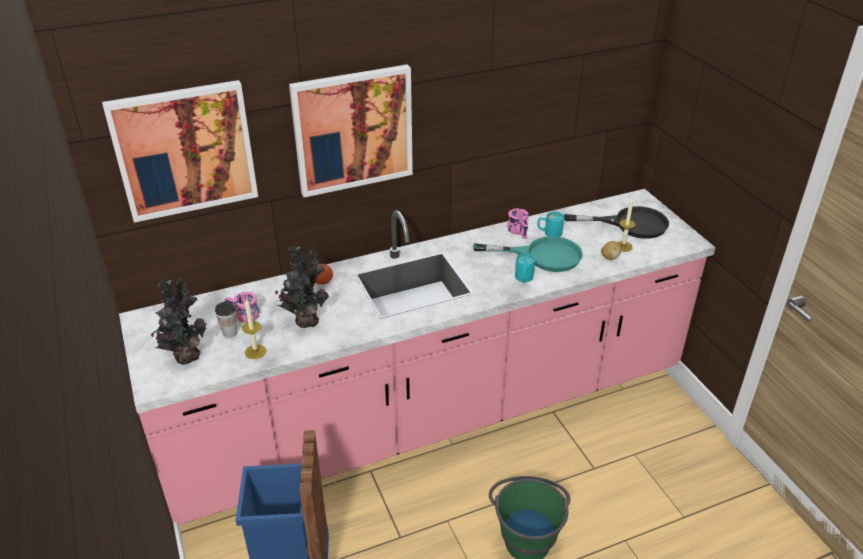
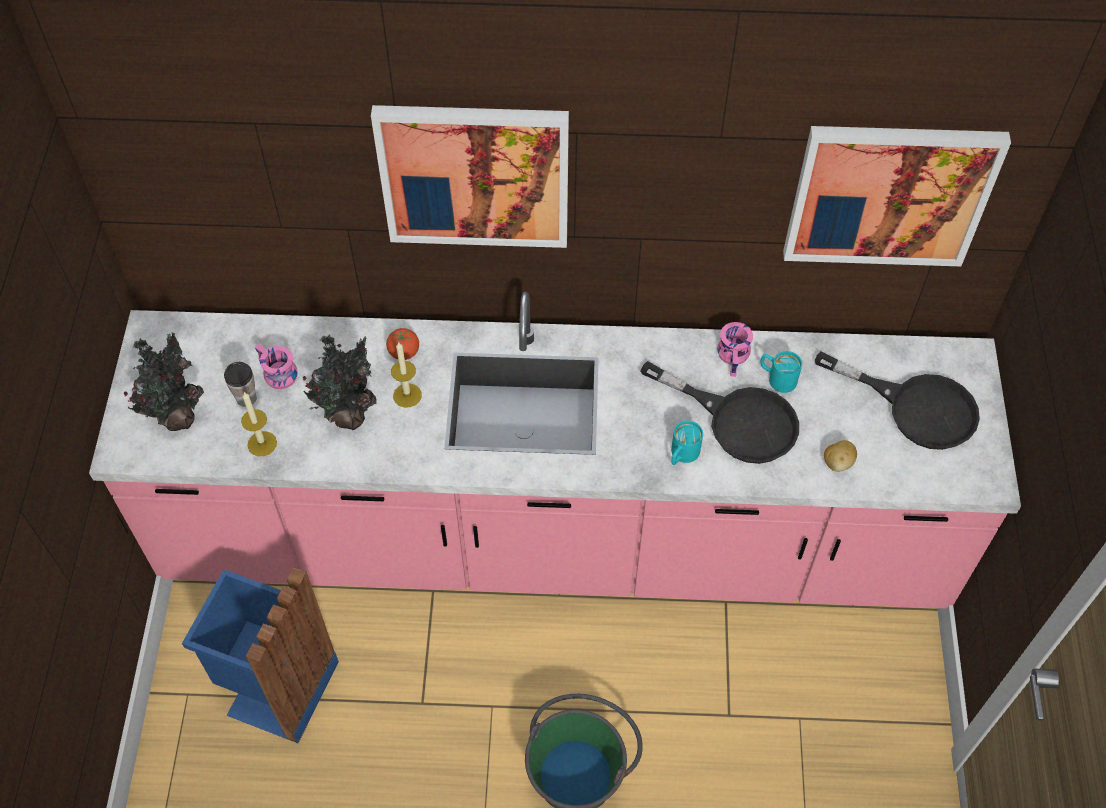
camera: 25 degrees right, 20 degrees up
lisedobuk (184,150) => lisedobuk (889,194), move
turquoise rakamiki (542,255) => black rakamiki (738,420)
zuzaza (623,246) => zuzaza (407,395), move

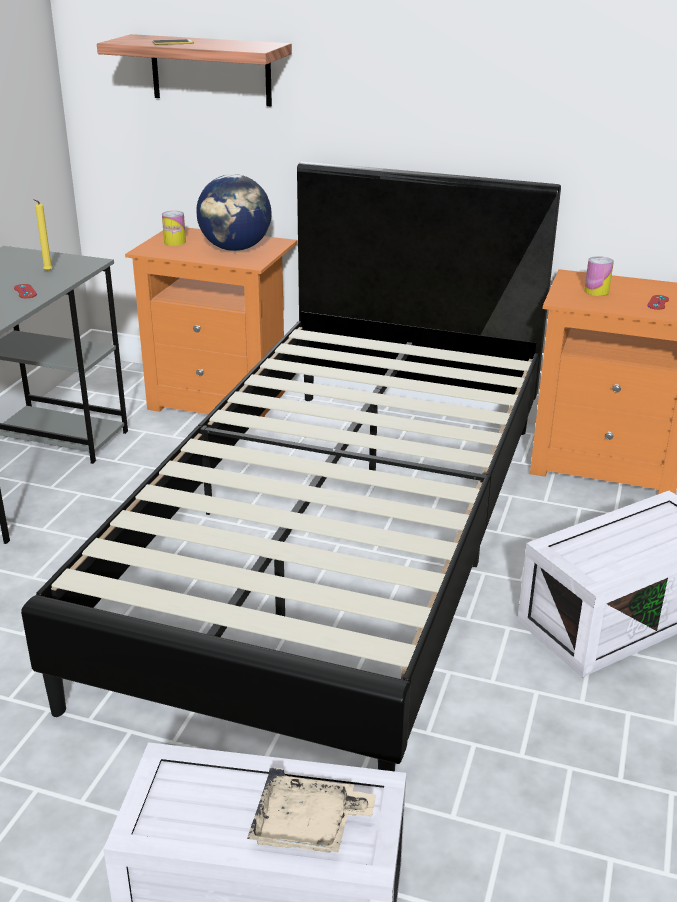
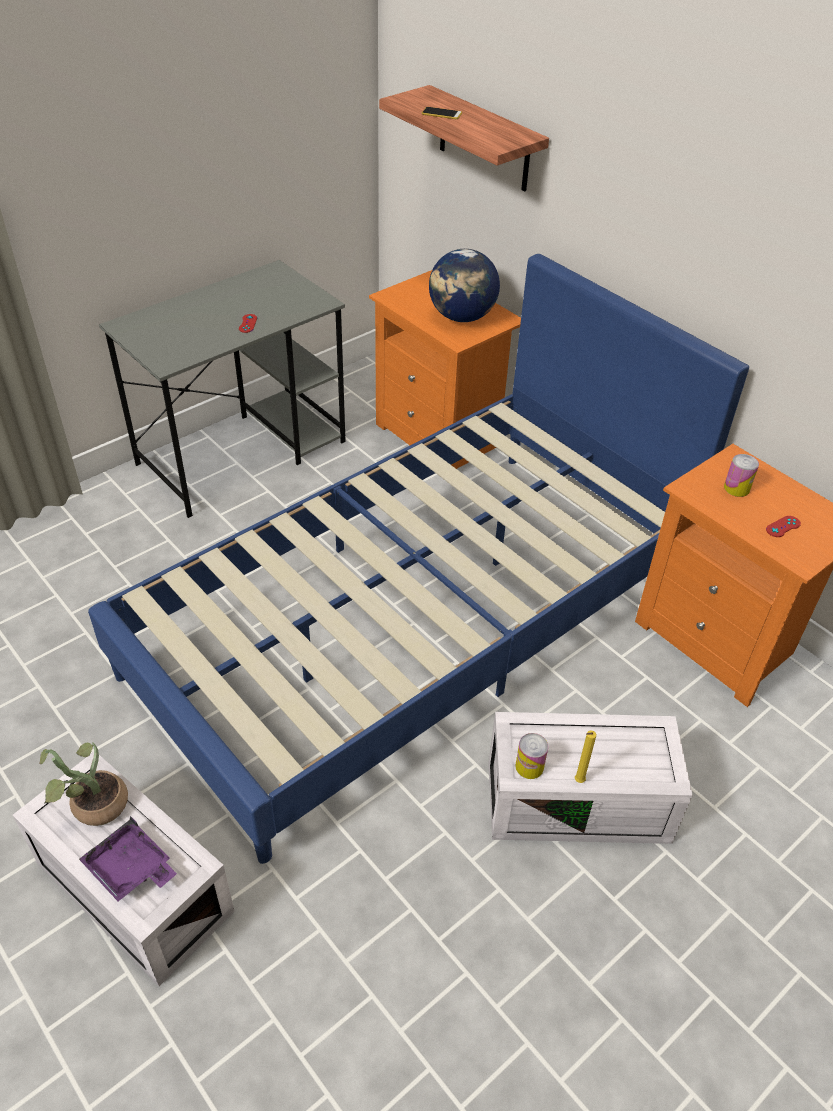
camera: 30 degrees right, 15 degrees up
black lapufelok (338,542) => blue lapufelok (415,621)
yellow zuzaza (47,272) => yellow zuzaza (578,781), move
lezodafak (175,242) => lezodafak (529,766), move
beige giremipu (308,826) => purple giremipu (130,869)
nothing => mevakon (93,806)

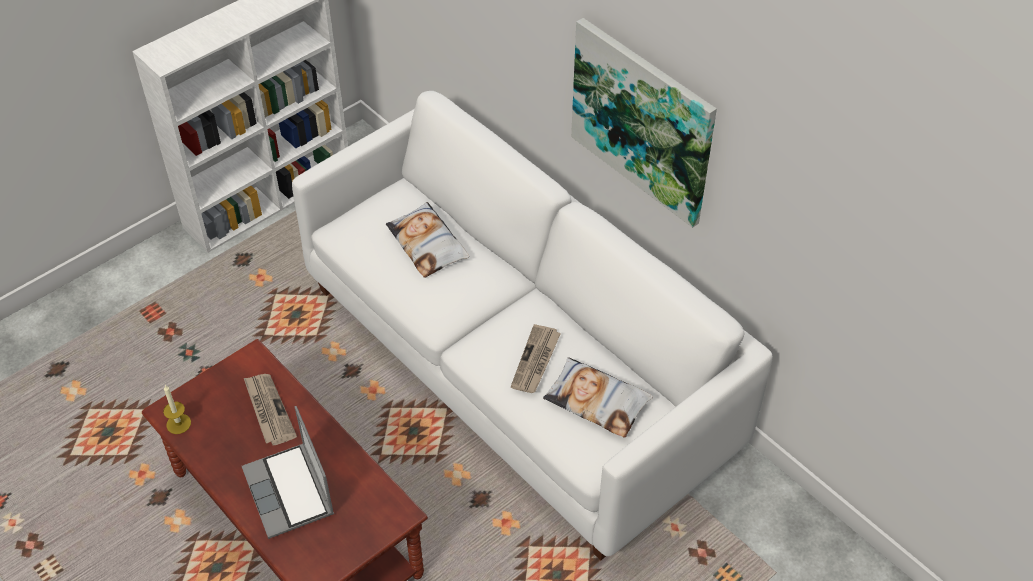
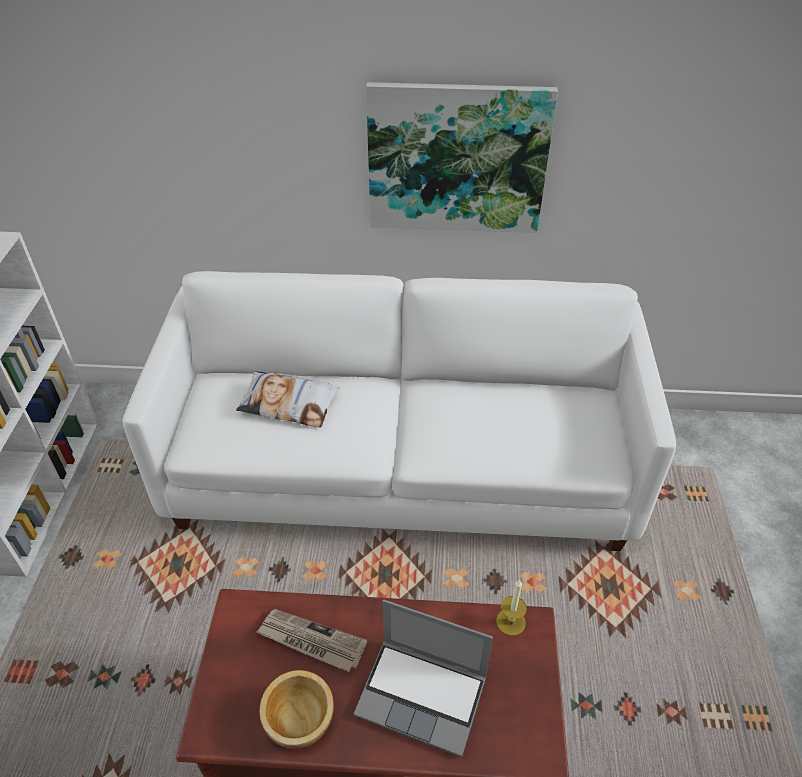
camera: 45 degrees left, 5 degrees down
zuzaza (178,424) => zuzaza (510,622), move
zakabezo (536,361) => nothing
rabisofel (597,401) => nothing
nothing => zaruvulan (300,720)

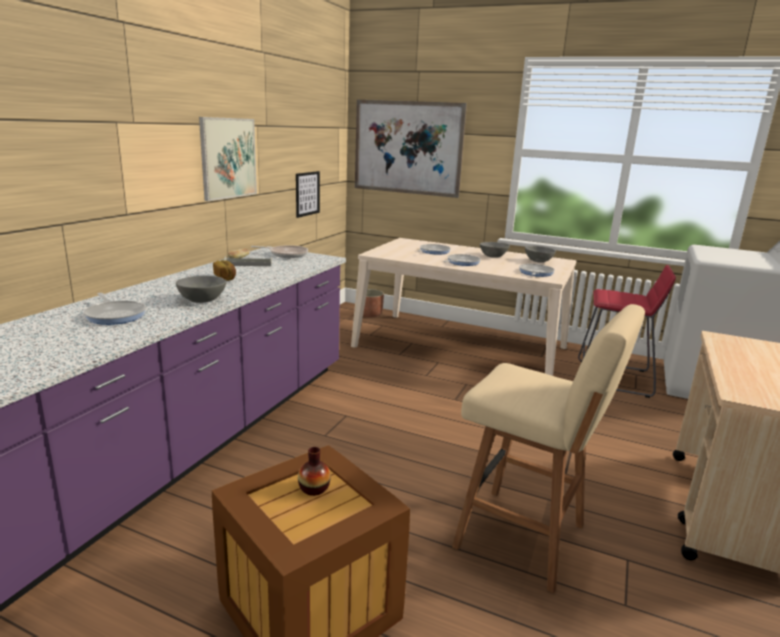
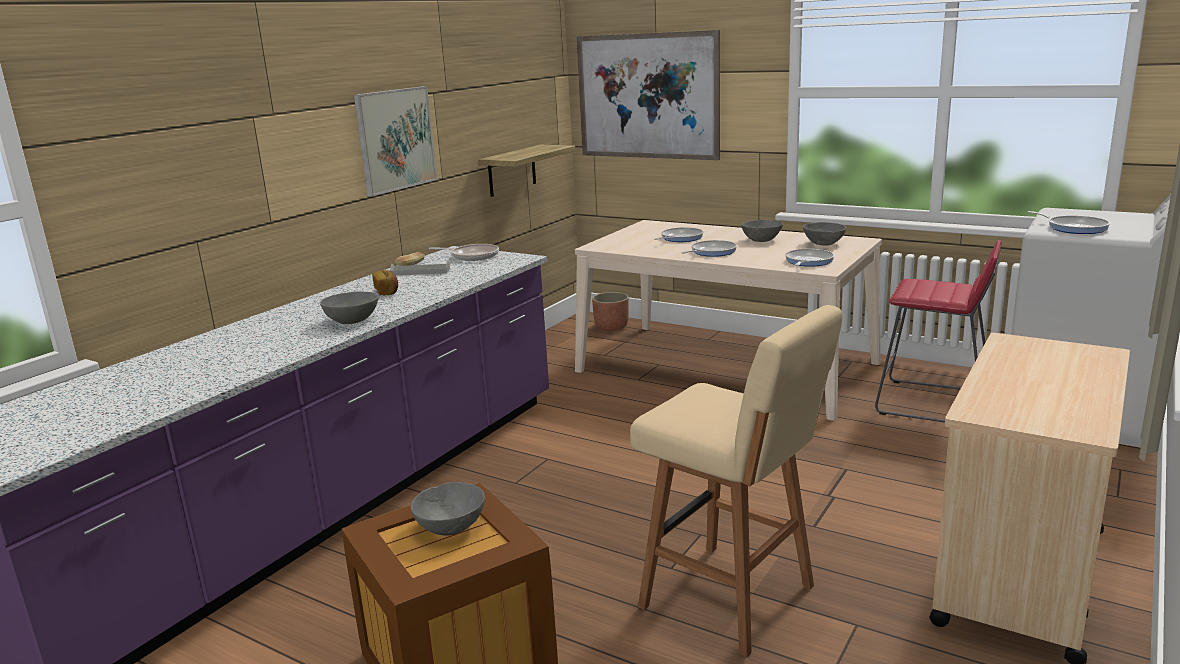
camera: 10 degrees right, 0 degrees up
rakamiki (115,315) => rakamiki (1074,228), move
lisedobuk (307,193) => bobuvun (512,170)
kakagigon (314,488) => grey zaruvulan (450,527)

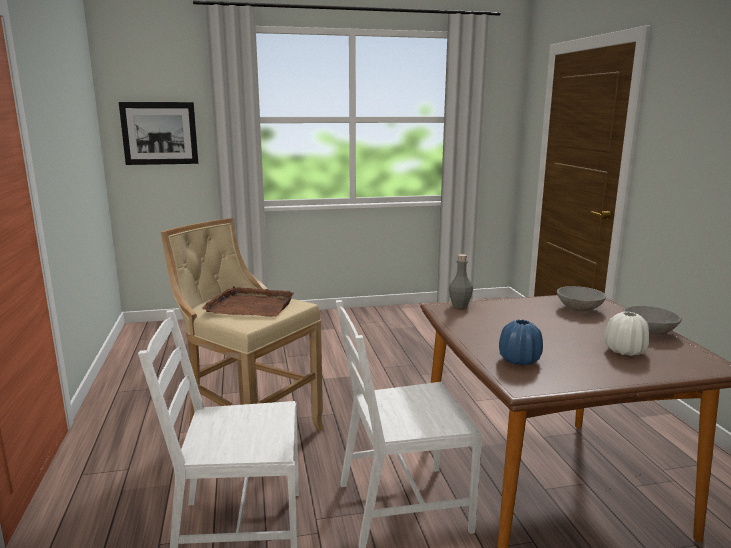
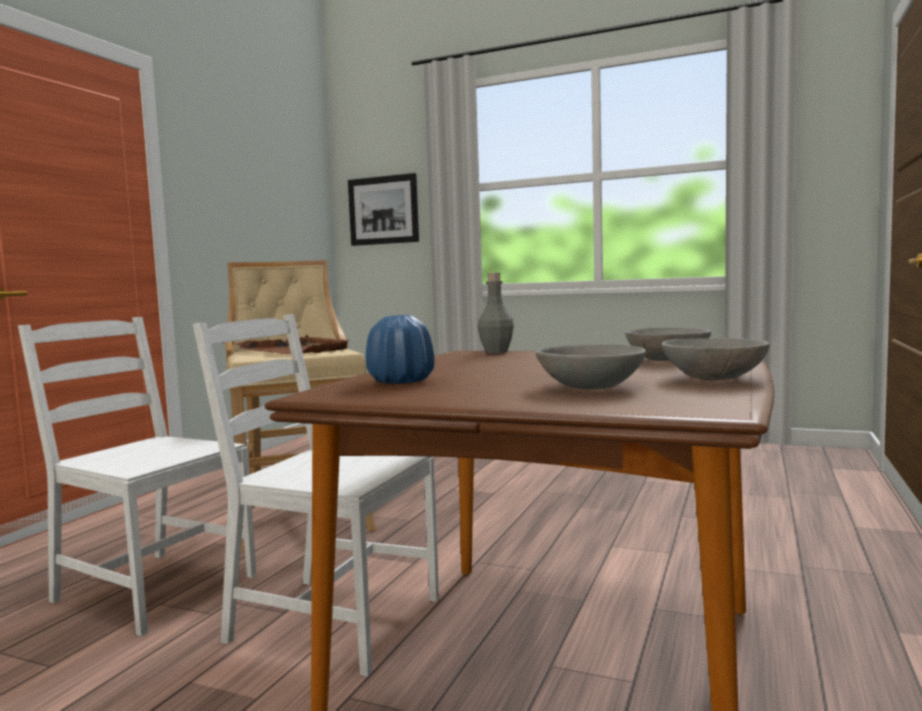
camera: 35 degrees right, 10 degrees down
white kakagigon (624,351) => grey zaruvulan (590,387)

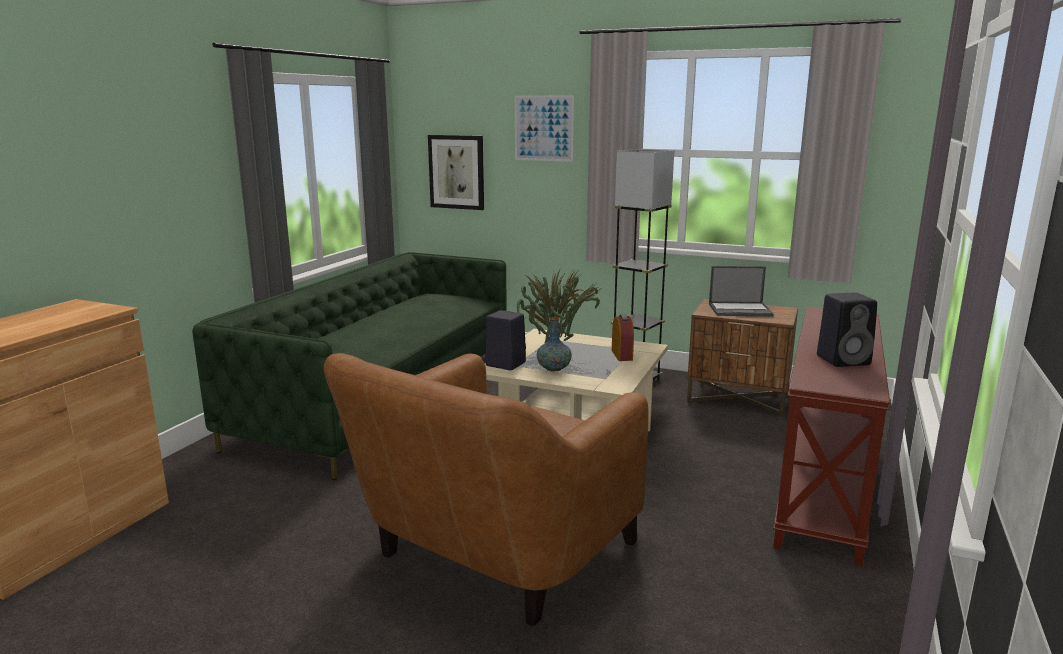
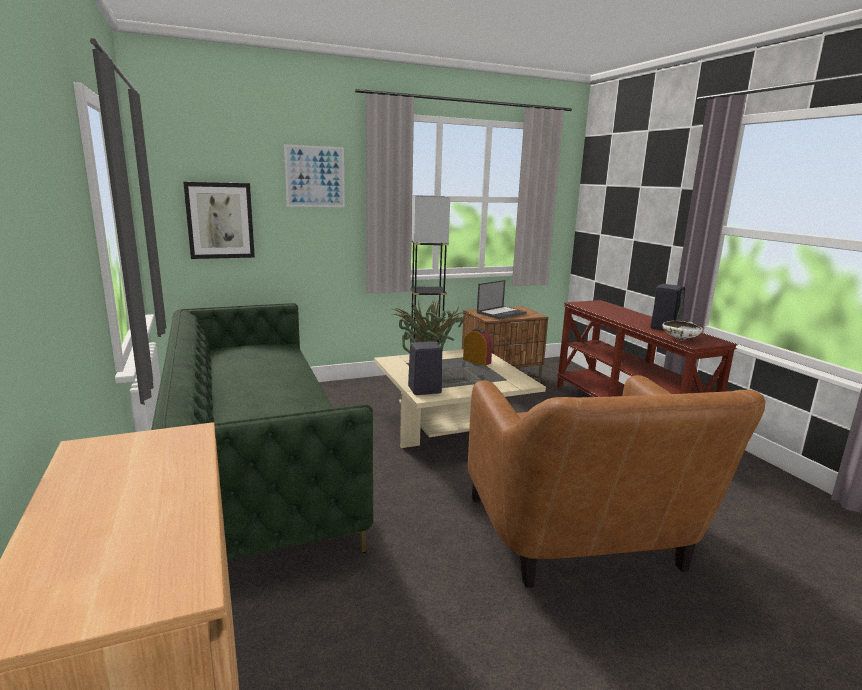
camera: 45 degrees left, 0 degrees up
kakagigon (553,369) => nothing
nothing => white zaruvulan (680,339)

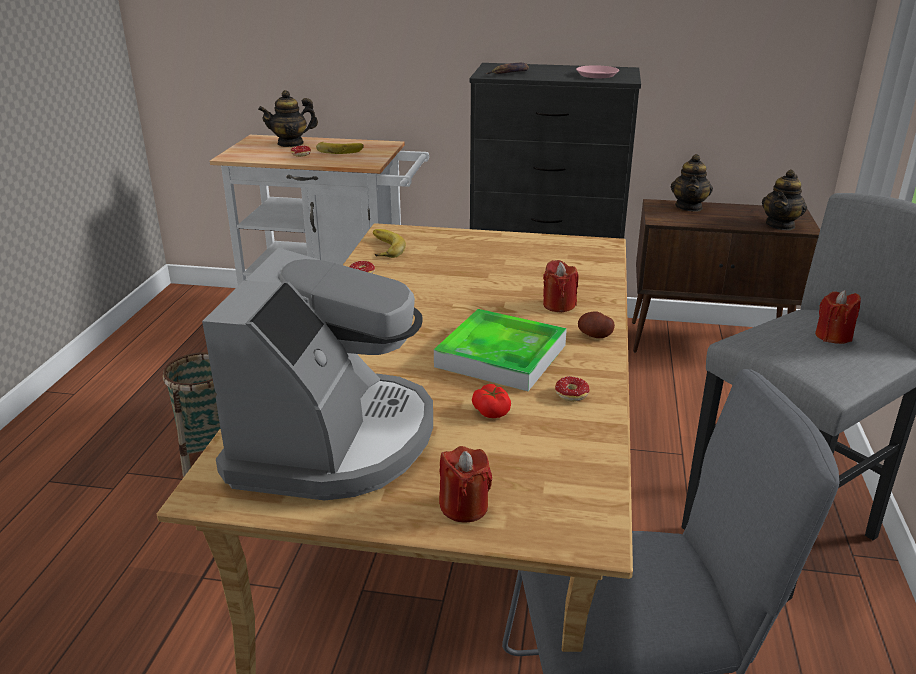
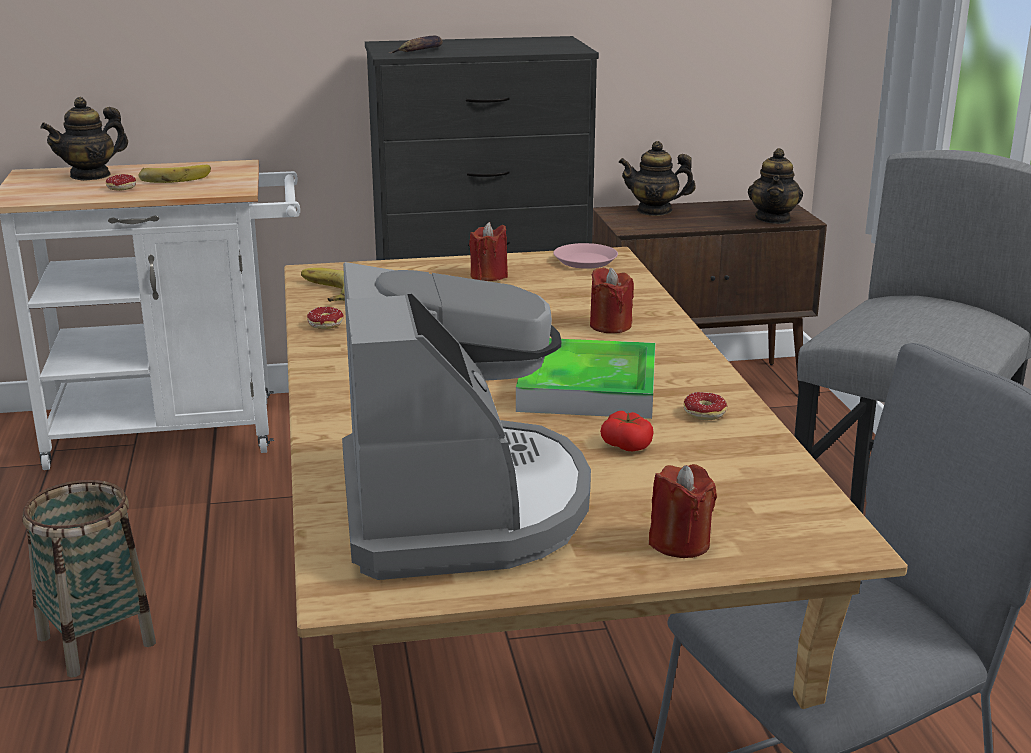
camera: 20 degrees left, 5 degrees down
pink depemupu (597,75) => pink depemupu (585,261), move
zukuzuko (595,335) => nothing
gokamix (689,207) => gokamix (654,211), 105 degrees clockwise
red zuzaza (833,336) => red zuzaza (489,276), move

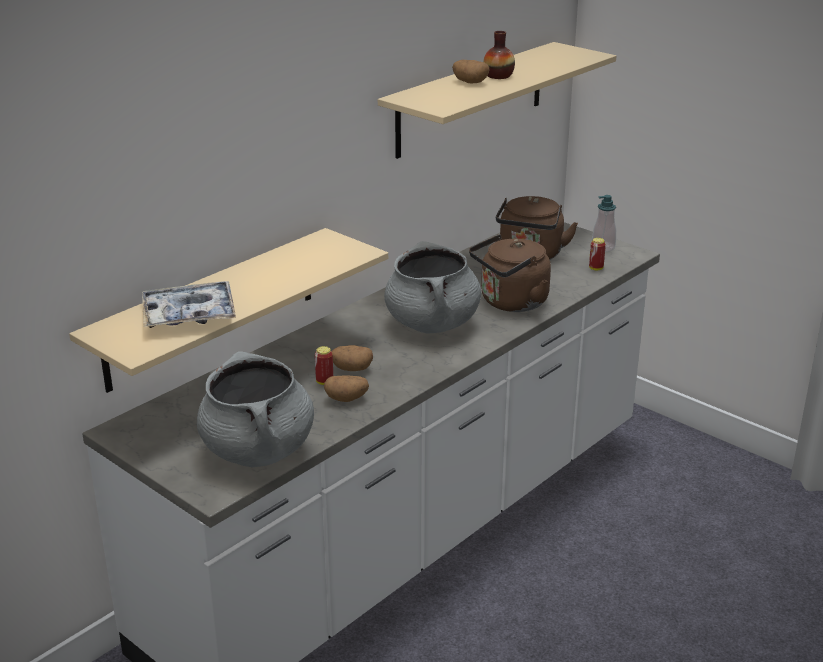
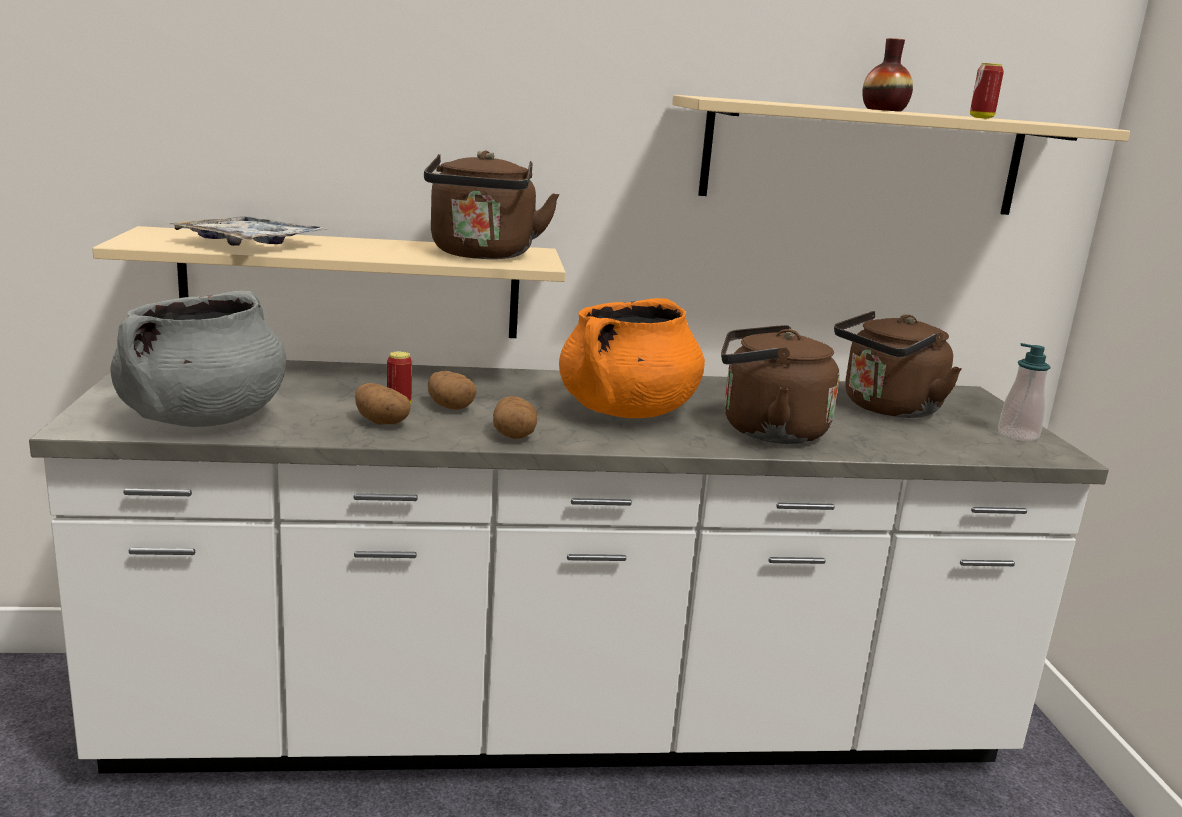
camera: 40 degrees right, 10 degrees down
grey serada (432,324) => orange serada (627,411)
zukuzuko (470,82) => zukuzuko (513,435), move
lezodafak (596,268) => lezodafak (981,118), move
nothing => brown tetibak (482,255)

